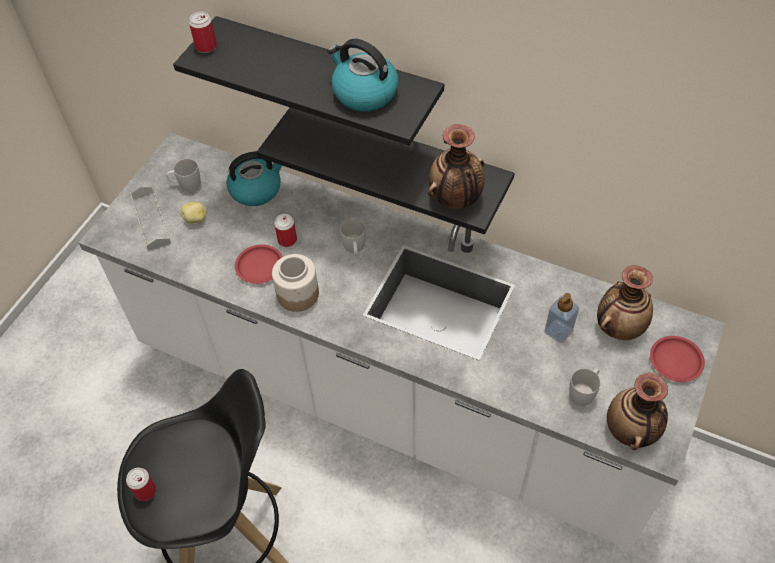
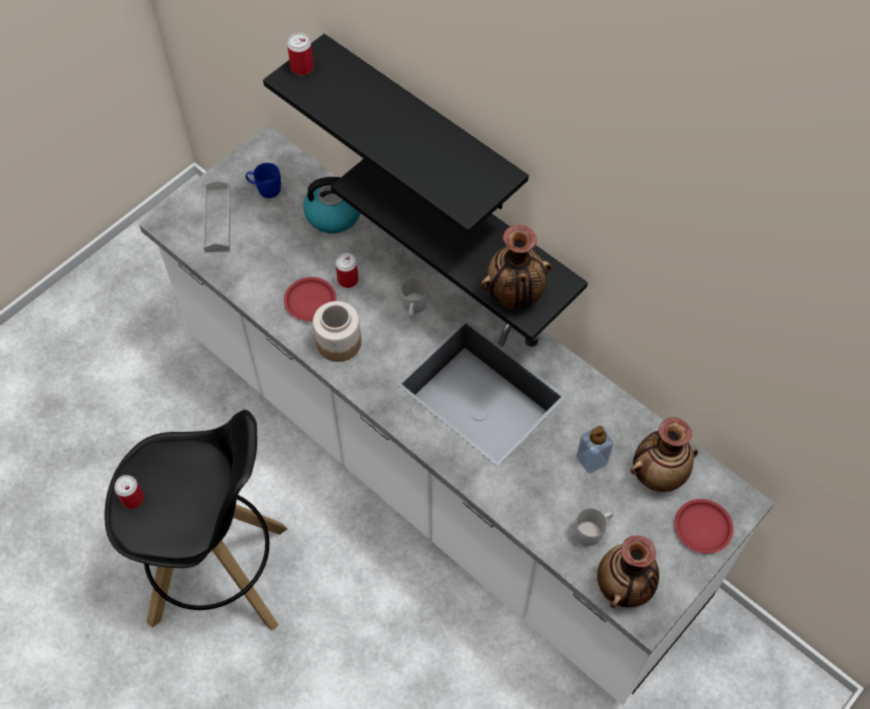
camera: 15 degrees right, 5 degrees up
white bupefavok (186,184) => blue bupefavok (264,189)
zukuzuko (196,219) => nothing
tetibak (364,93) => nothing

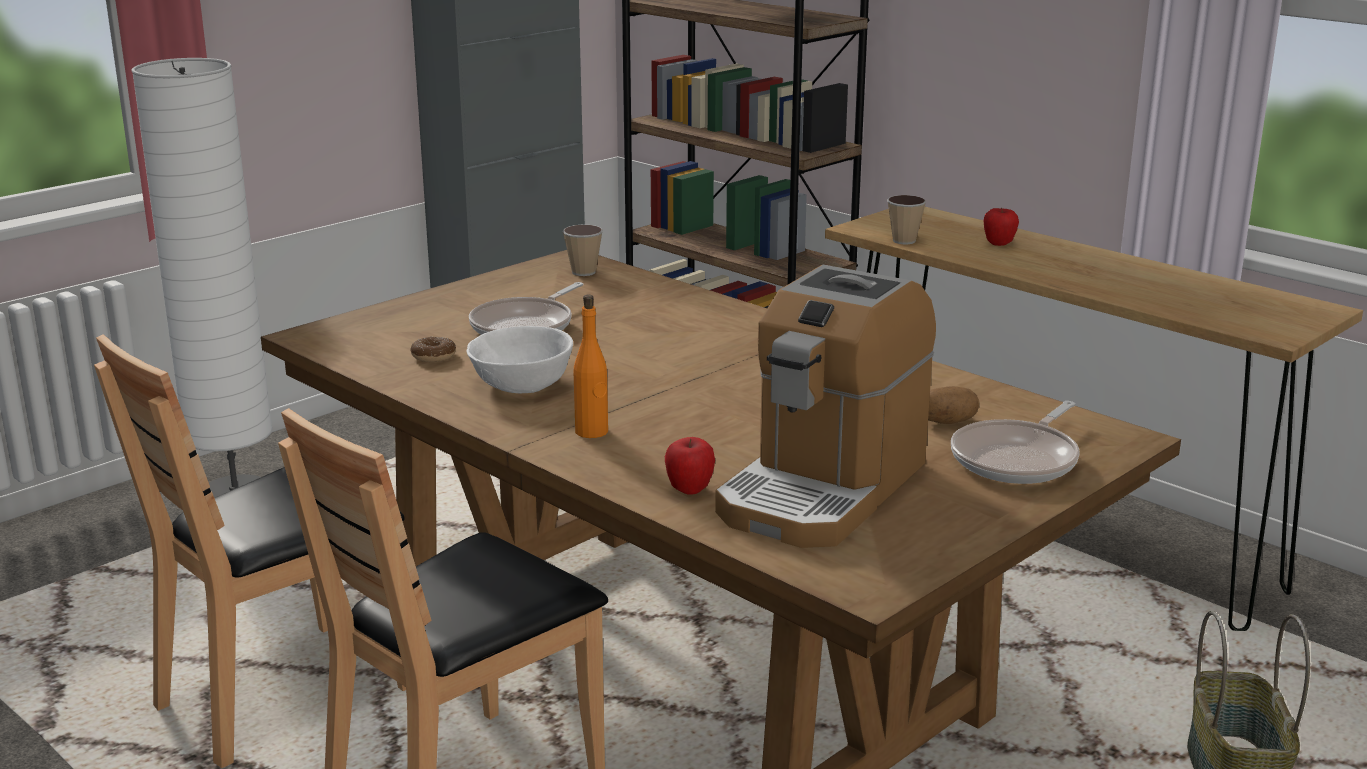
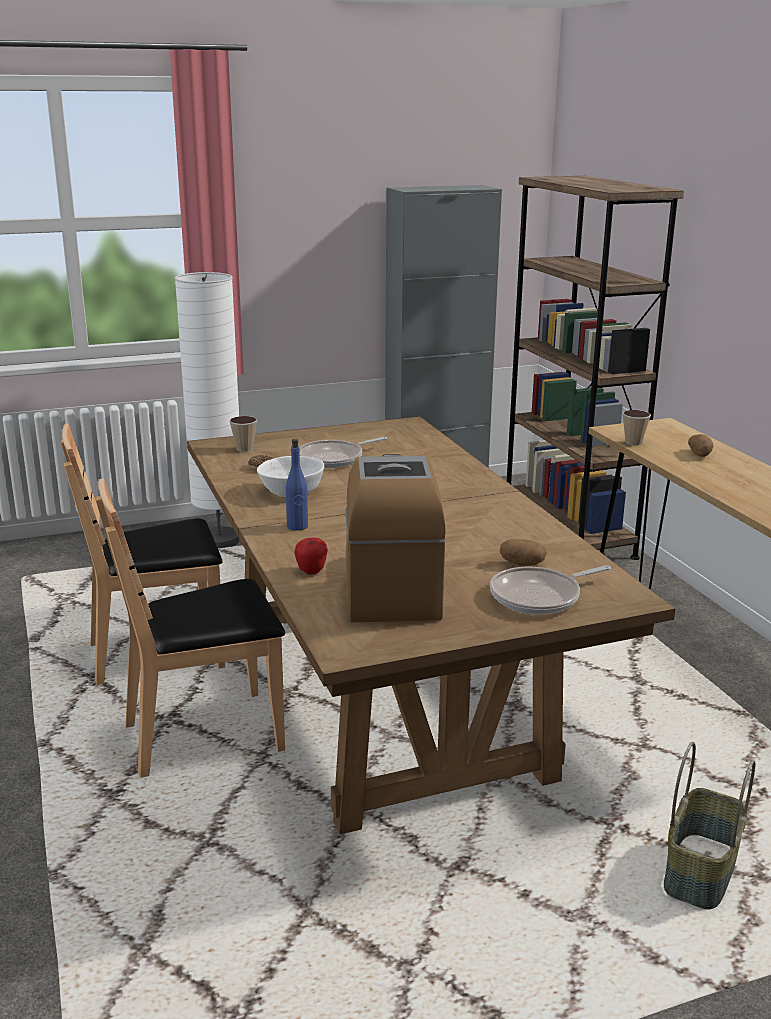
camera: 25 degrees right, 0 degrees up
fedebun (583,272) => fedebun (244,449), move
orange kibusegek (592,432) => blue kibusegek (297,526)
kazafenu (823,489) => kazafenu (390,588), 120 degrees clockwise
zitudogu (999,244) => zukuzuko (700,455)

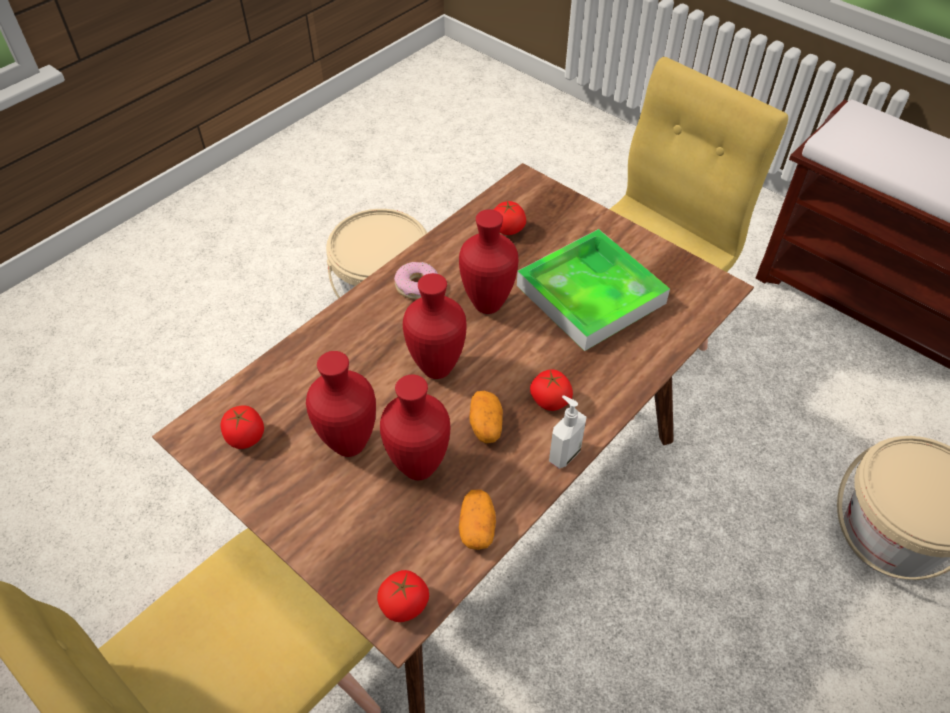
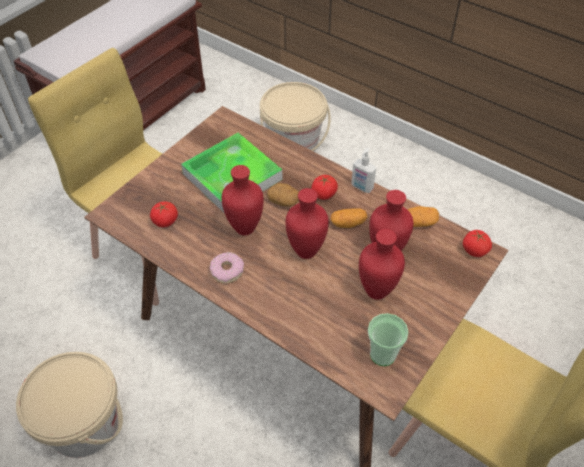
camera: 95 degrees left, 0 degrees up
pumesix (245,437) => fedebun (382,354)
nothing => zukuzuko (284,201)

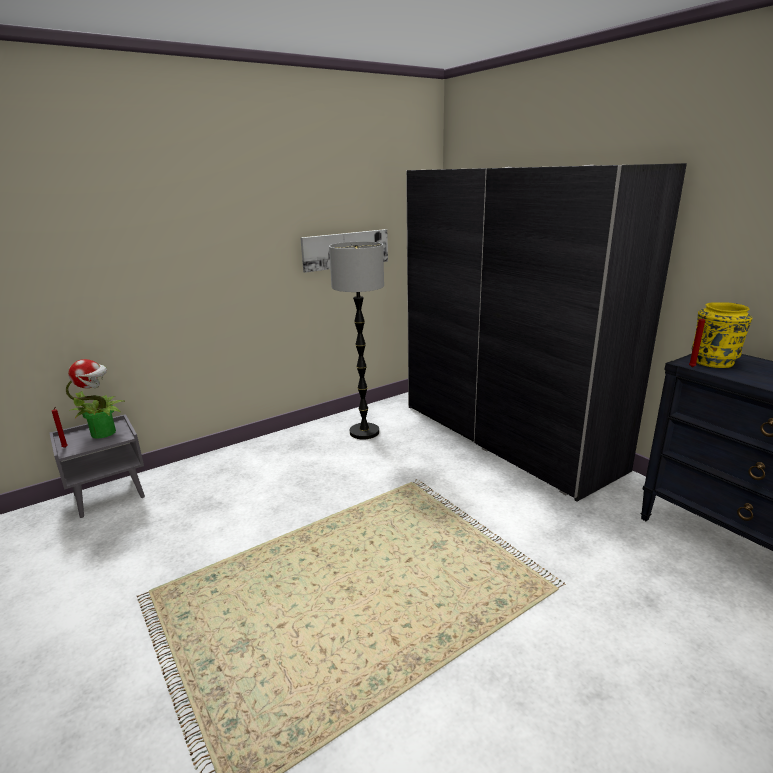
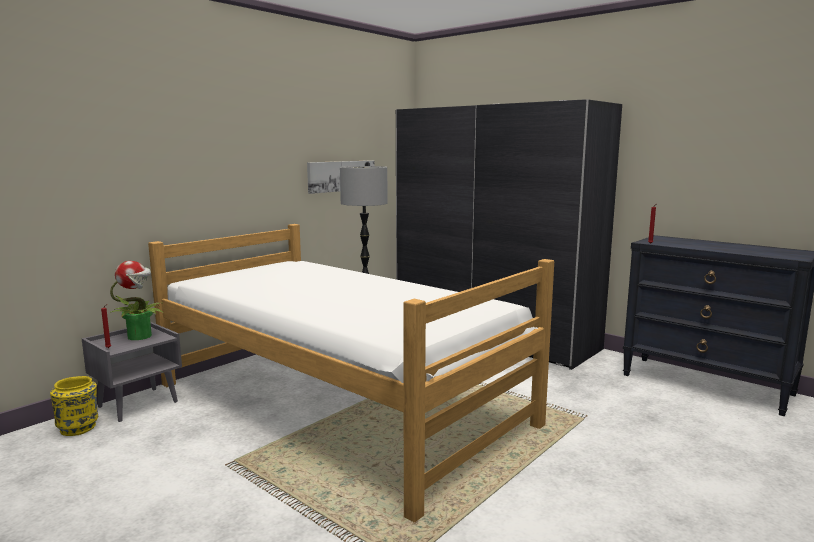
camera: 15 degrees left, 10 degrees down
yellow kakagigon (714,362) => yellow kakagigon (79,428), move
nothing => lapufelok (339,403)

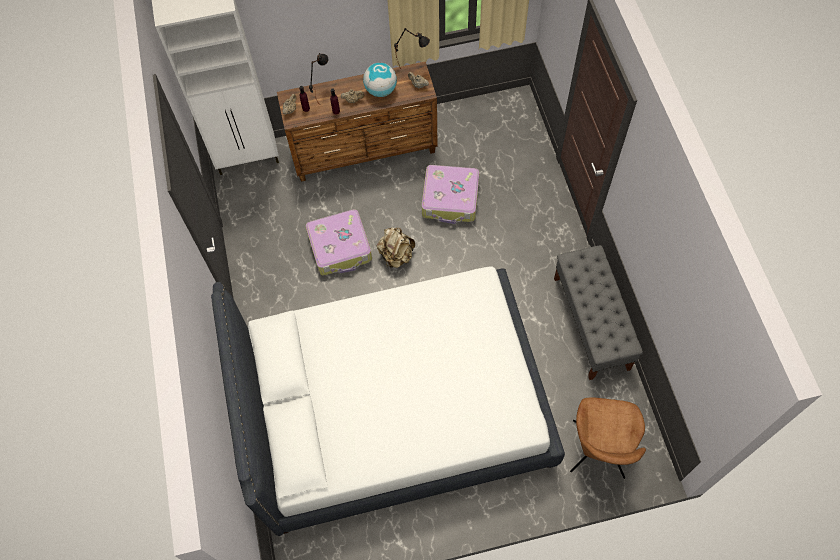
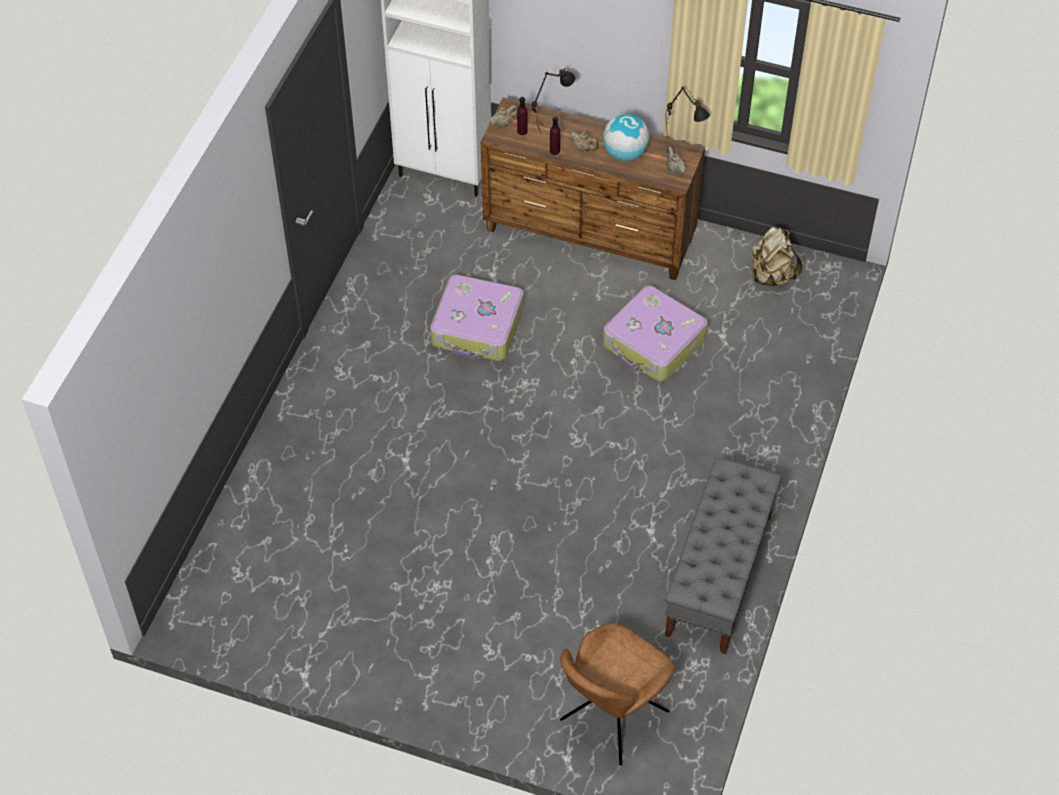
camera: 30 degrees right, 10 degrees down
white lapufelok (395,407) => nothing
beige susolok (396,256) => beige susolok (771,276), move

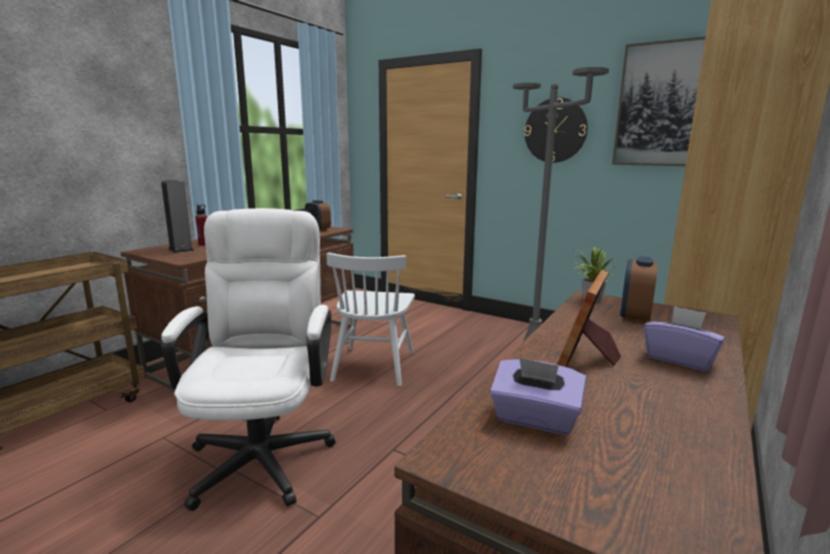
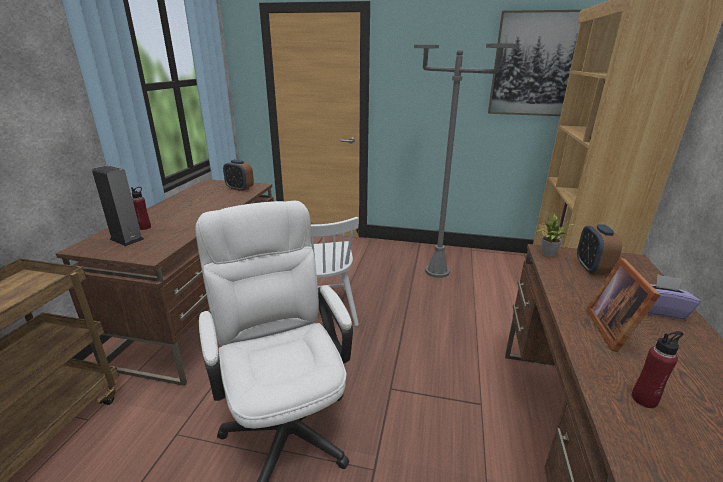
camera: 20 degrees left, 10 degrees up
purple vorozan (535,419) => red kibusegek (644,399)
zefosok (555,130) => nothing

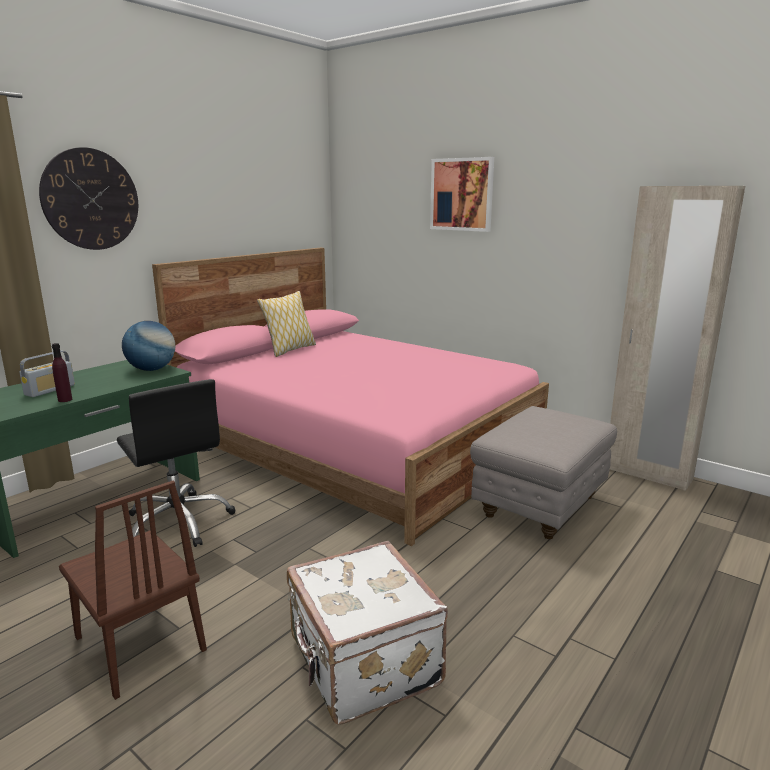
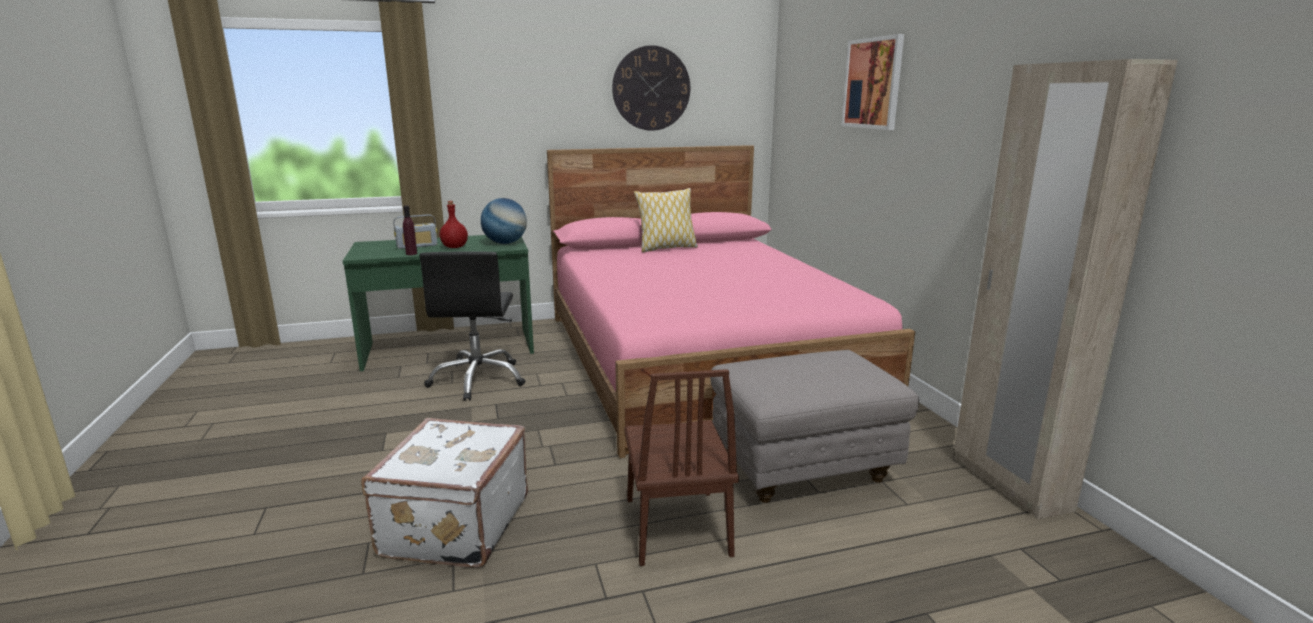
camera: 35 degrees right, 0 degrees up
zefosok (91,199) => zefosok (651,88), move
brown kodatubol (139,643) => brown kodatubol (677,526), move
nothing => red kibusegek (454,247)

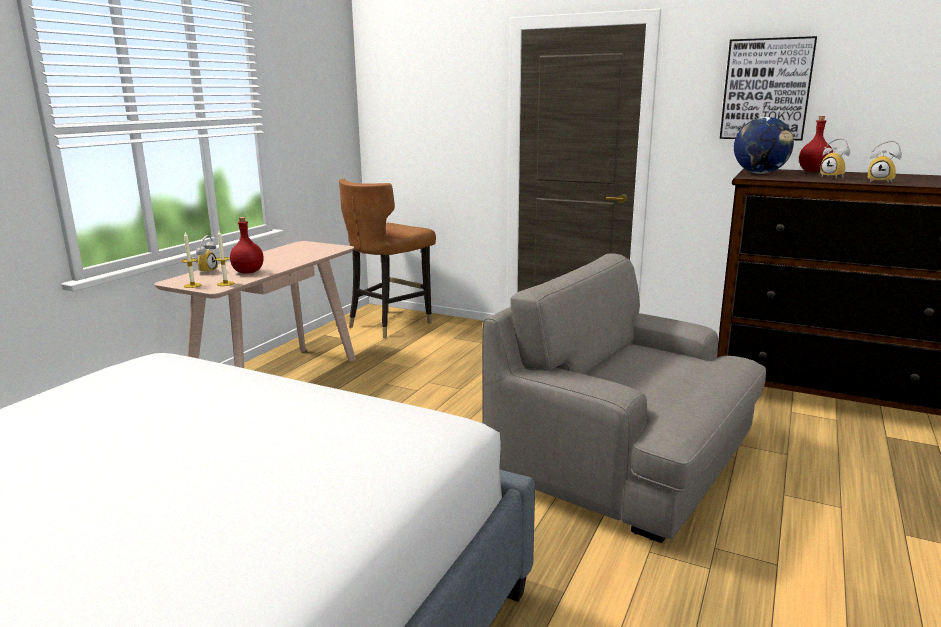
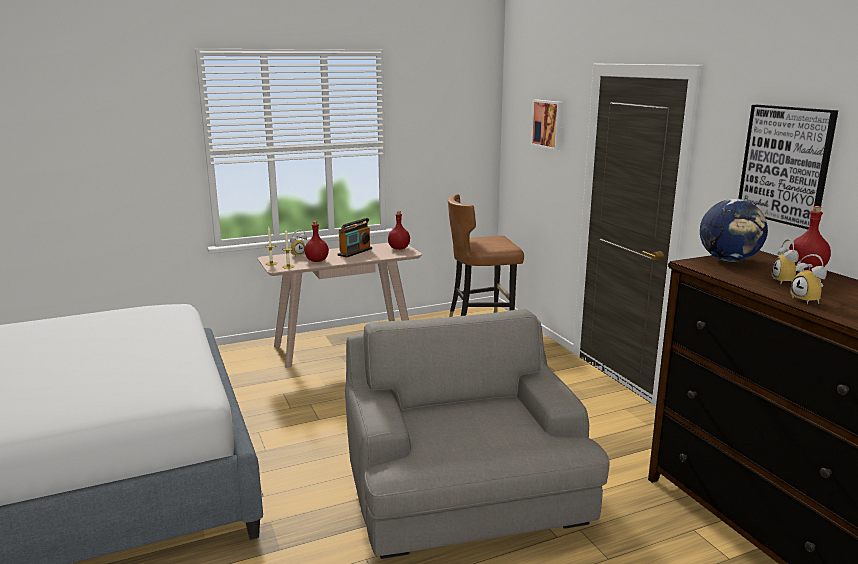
camera: 40 degrees right, 0 degrees up
nothing => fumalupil (355,252)
nothing => red kibusegek (399,248)
nothing => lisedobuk (548,124)

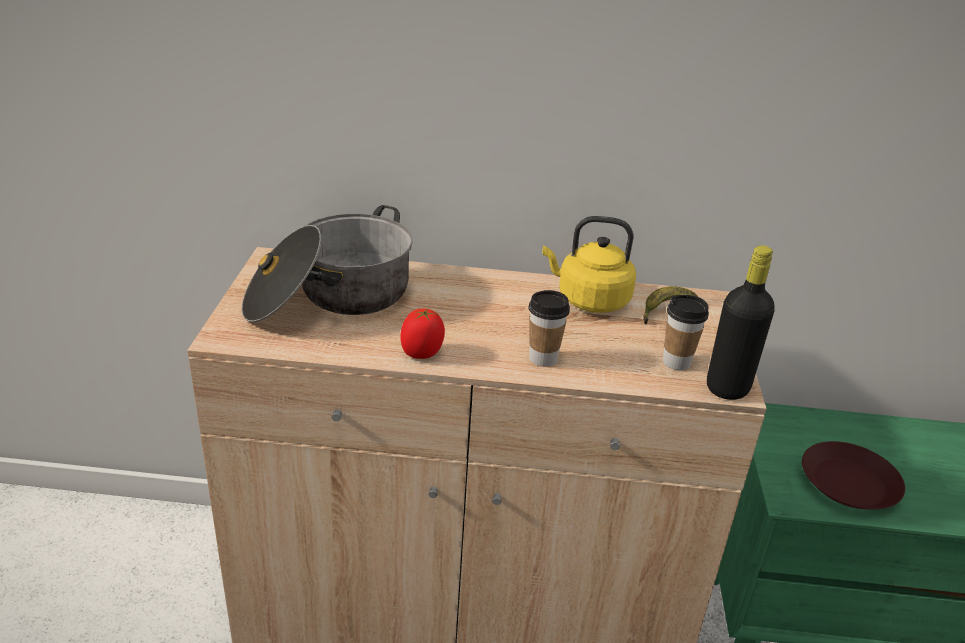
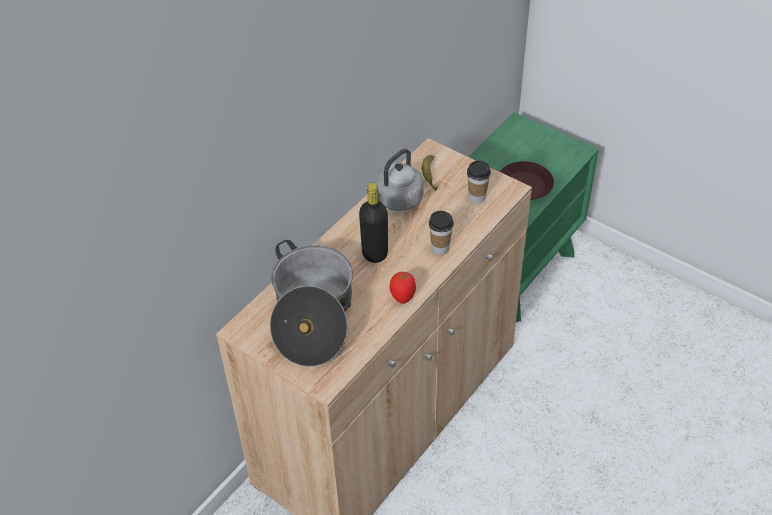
camera: 55 degrees left, 15 degrees up
yellow tetibak (589,300) => grey tetibak (397,201)
black kibusegek (727,388) => black kibusegek (375,253), move

